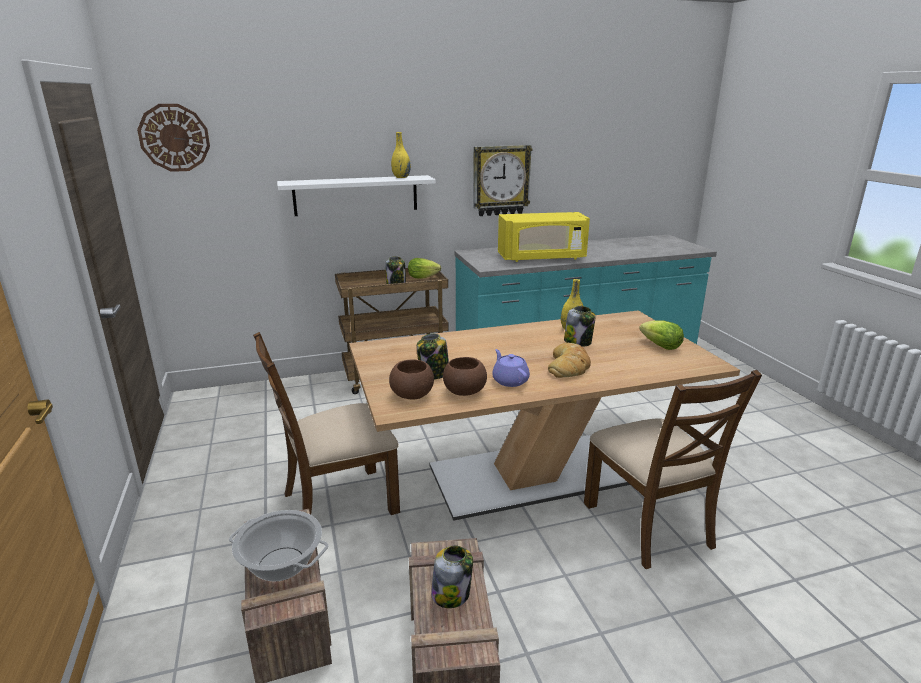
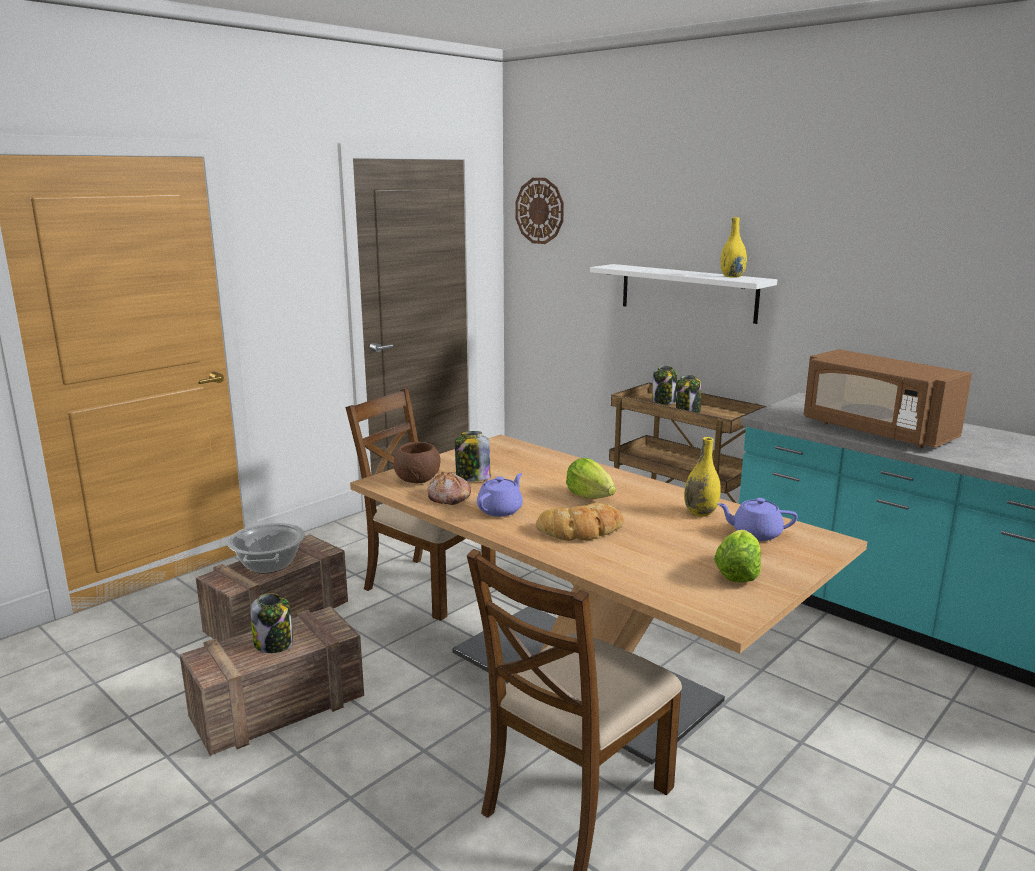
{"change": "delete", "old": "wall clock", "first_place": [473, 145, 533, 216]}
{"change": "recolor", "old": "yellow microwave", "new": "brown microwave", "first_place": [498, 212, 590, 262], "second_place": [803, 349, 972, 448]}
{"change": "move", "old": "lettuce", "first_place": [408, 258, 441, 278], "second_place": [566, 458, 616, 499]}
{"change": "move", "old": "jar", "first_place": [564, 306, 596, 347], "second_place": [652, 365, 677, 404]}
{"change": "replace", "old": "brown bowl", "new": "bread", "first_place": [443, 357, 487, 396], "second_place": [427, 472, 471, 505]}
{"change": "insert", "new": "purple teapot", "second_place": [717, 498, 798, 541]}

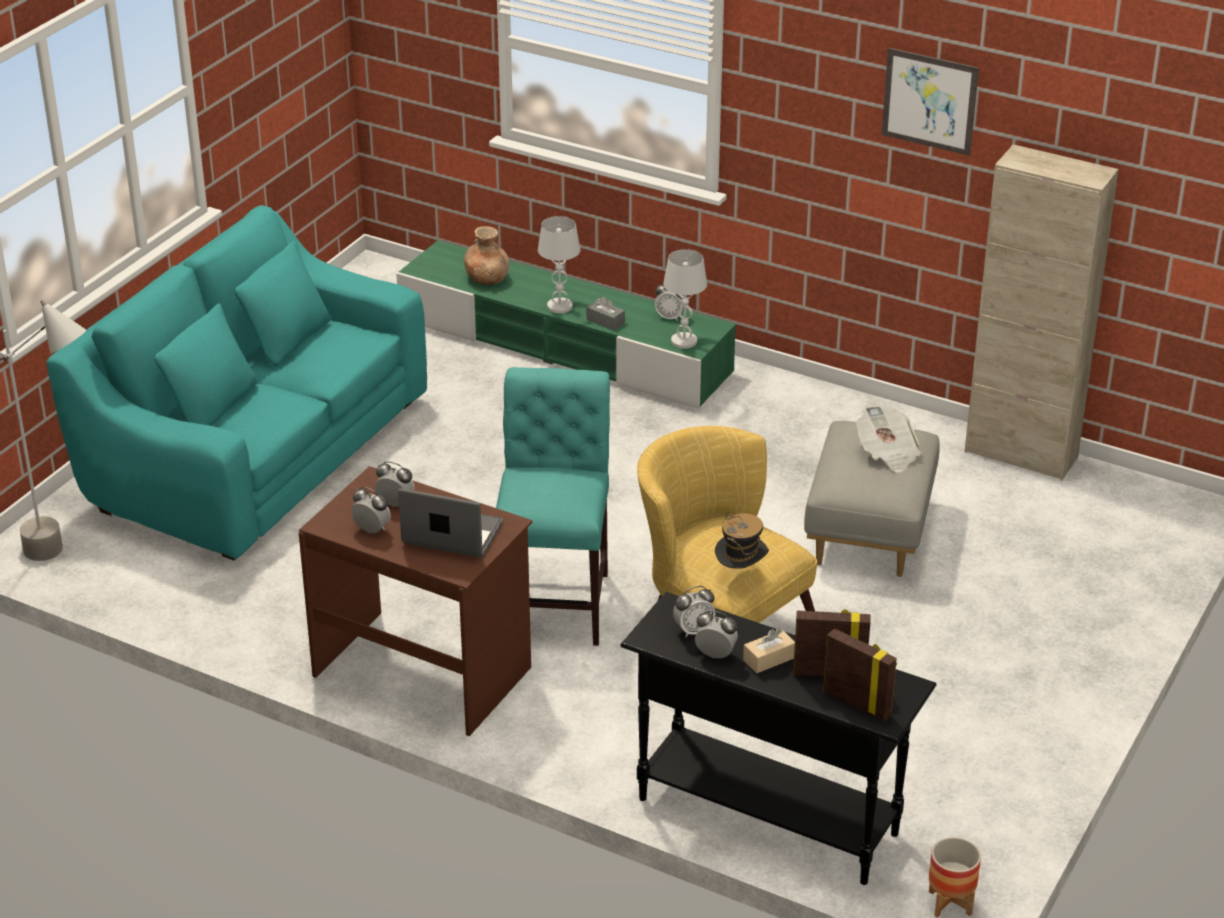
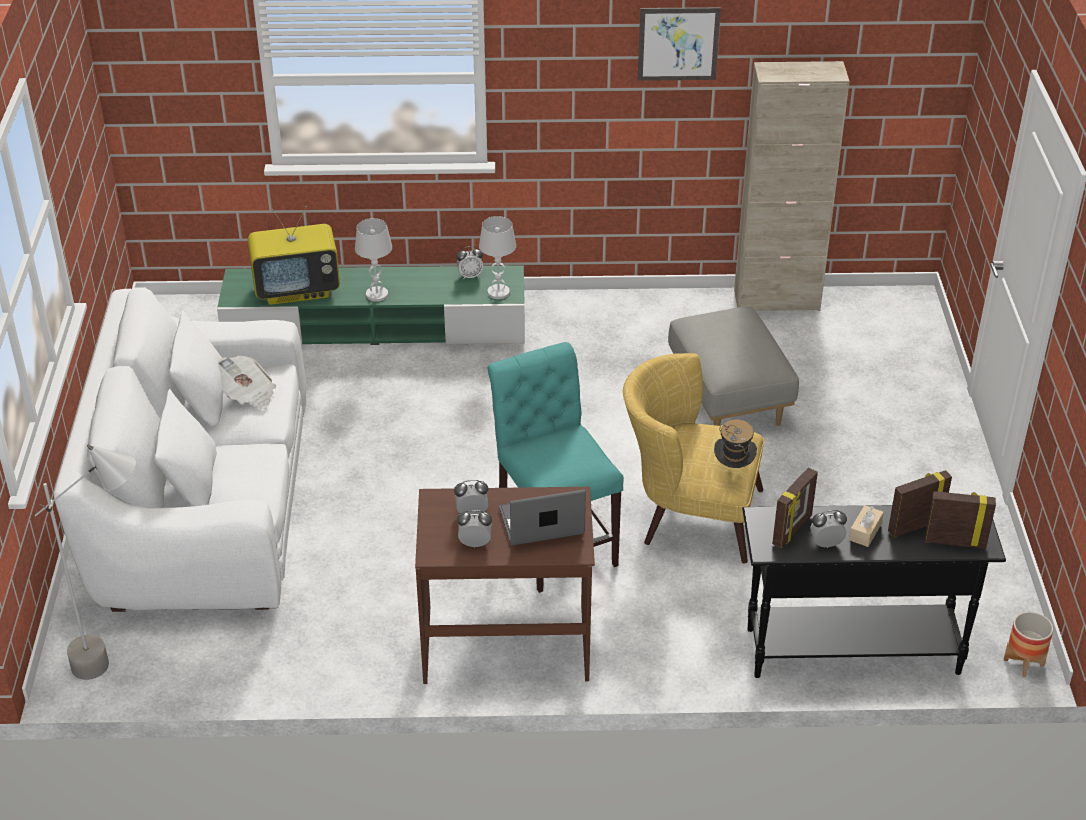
{"change": "recolor", "old": "turquoise sofa", "new": "white sofa", "first_place": [46, 205, 427, 560], "second_place": [54, 287, 306, 612]}
{"change": "replace", "old": "brown vase", "new": "television", "first_place": [464, 226, 509, 285], "second_place": [248, 206, 340, 305]}
{"change": "delete", "old": "grey tissue box", "first_place": [586, 296, 625, 331]}
{"change": "move", "old": "newspaper", "first_place": [856, 405, 922, 473], "second_place": [218, 356, 277, 409]}
{"change": "replace", "old": "alarm clock", "new": "picture frame", "first_place": [673, 586, 715, 637], "second_place": [772, 467, 818, 548]}

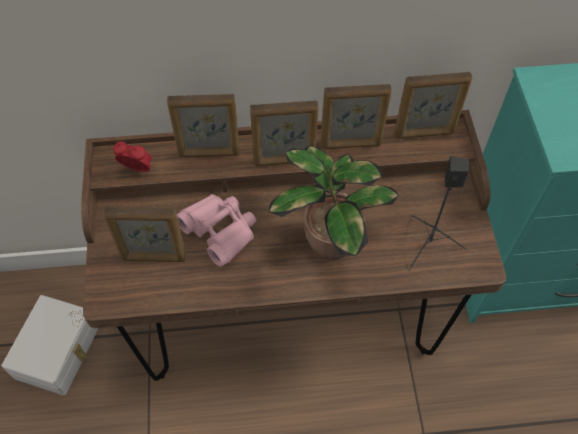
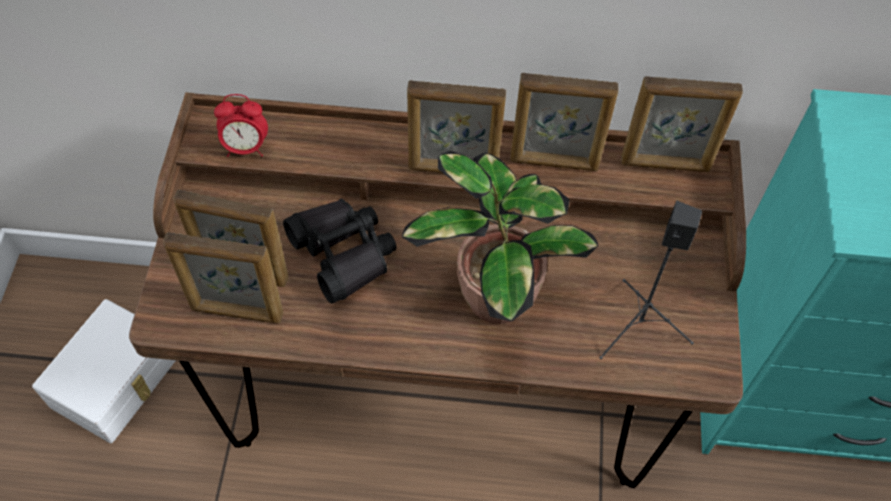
{"change": "move", "old": "picture frame", "first_place": [167, 94, 239, 157], "second_place": [163, 232, 283, 323]}
{"change": "rotate", "old": "alarm clock", "first_place": [113, 142, 153, 173], "second_place": [214, 94, 268, 157], "degrees": 150}
{"change": "recolor", "old": "pink binoculars", "new": "black binoculars", "first_place": [177, 194, 256, 267], "second_place": [283, 199, 397, 303]}

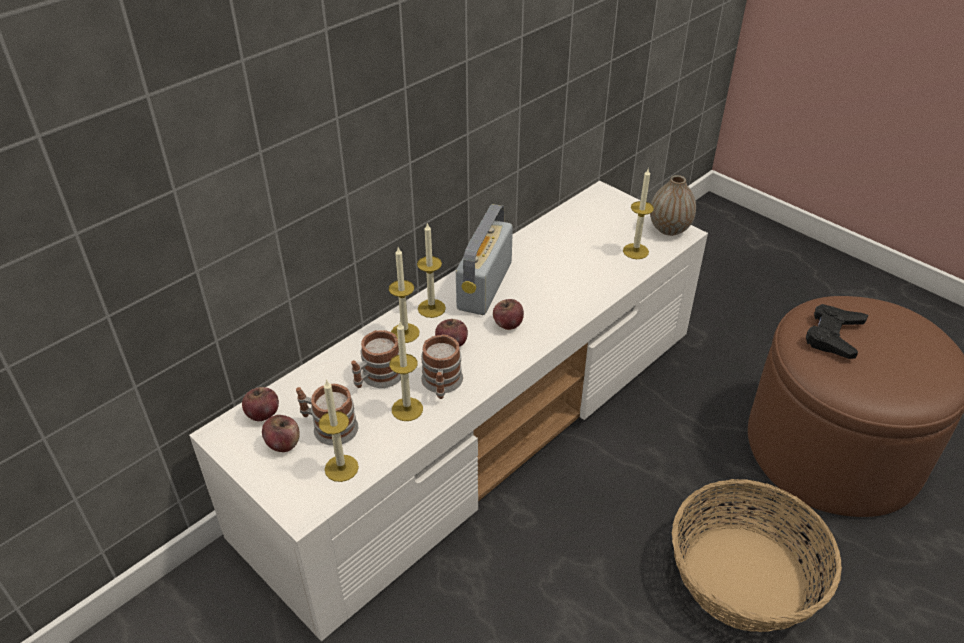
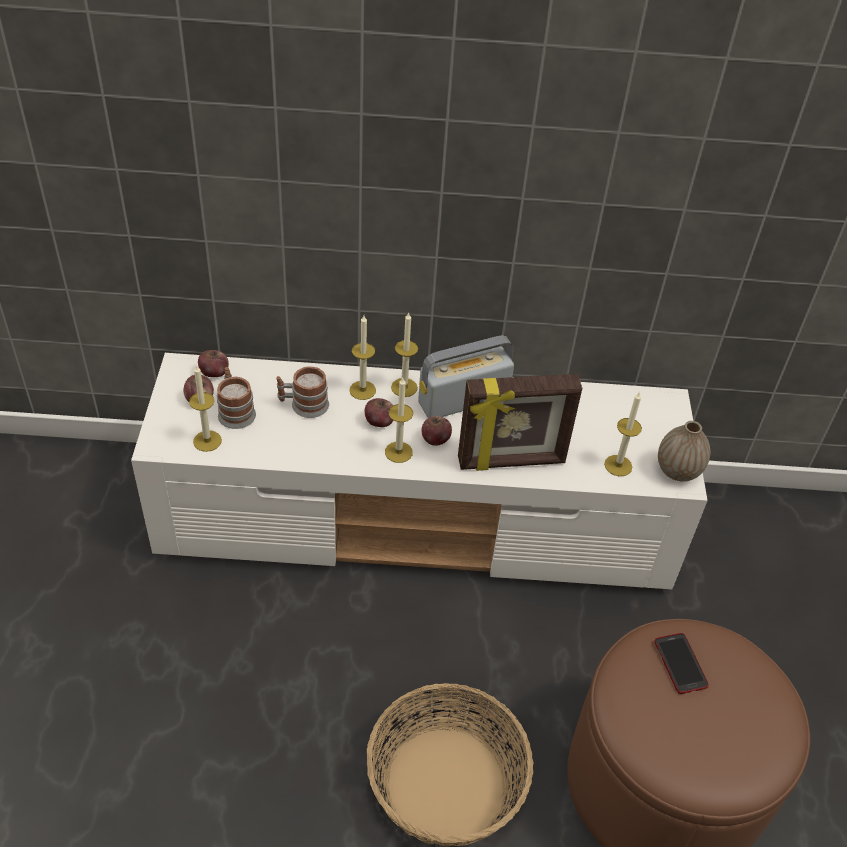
{"change": "replace", "old": "black game controller", "new": "phone", "first_place": [806, 304, 868, 359], "second_place": [654, 633, 709, 694]}
{"change": "move", "old": "candle", "first_place": [390, 322, 423, 421], "second_place": [385, 378, 413, 463]}
{"change": "delete", "old": "mug", "first_place": [421, 334, 463, 399]}
{"change": "insert", "new": "picture frame", "second_place": [458, 374, 582, 471]}

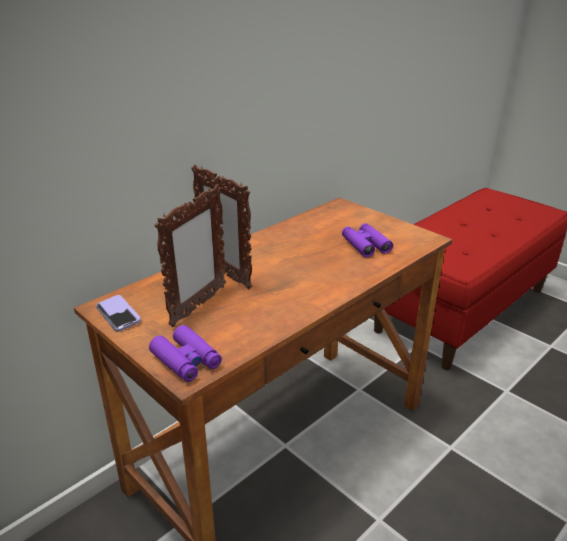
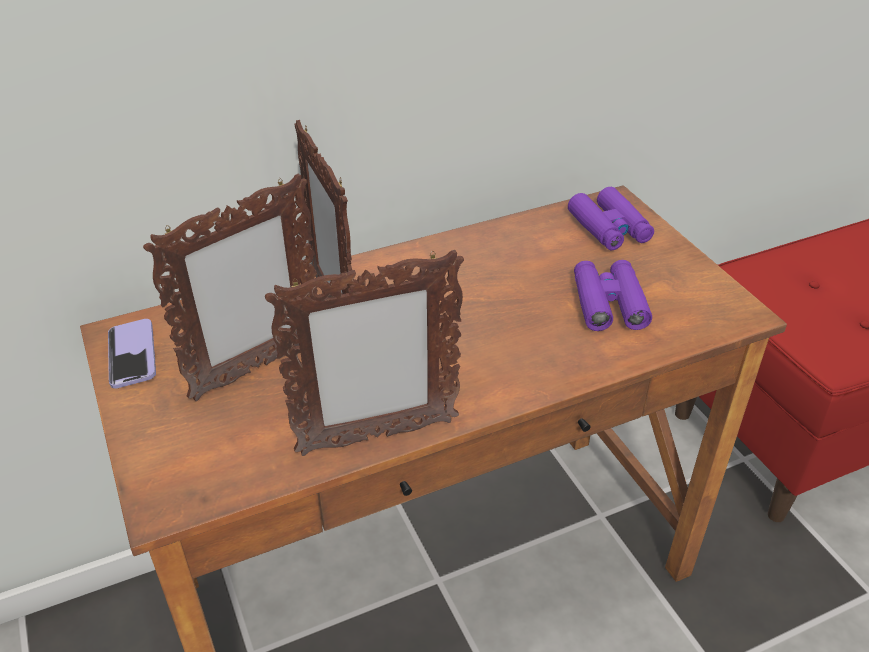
{"change": "move", "old": "purple binoculars", "first_place": [149, 325, 222, 382], "second_place": [568, 187, 654, 250]}
{"change": "insert", "new": "picture frame", "second_place": [265, 250, 464, 456]}

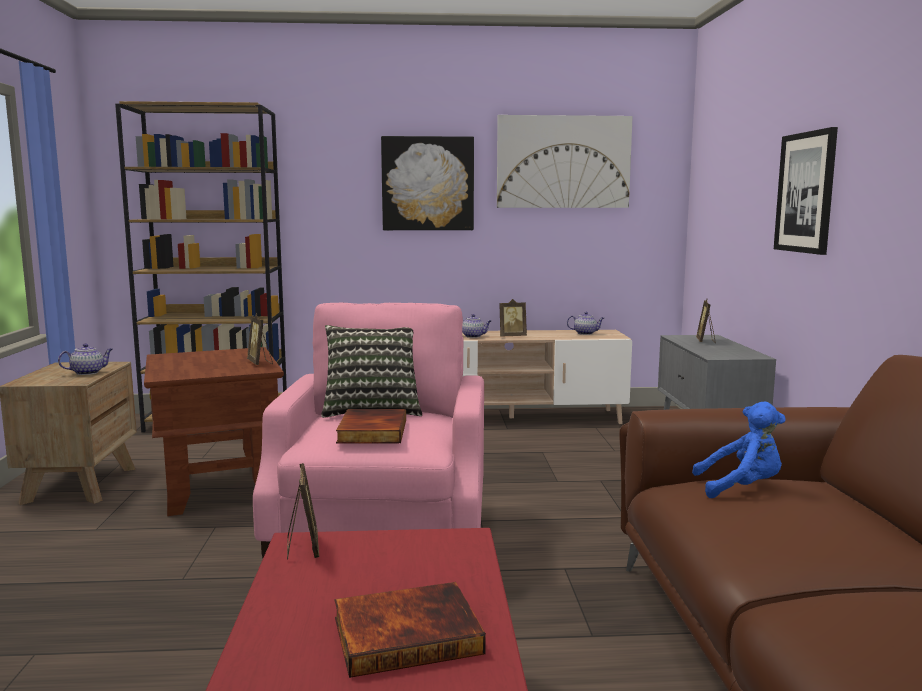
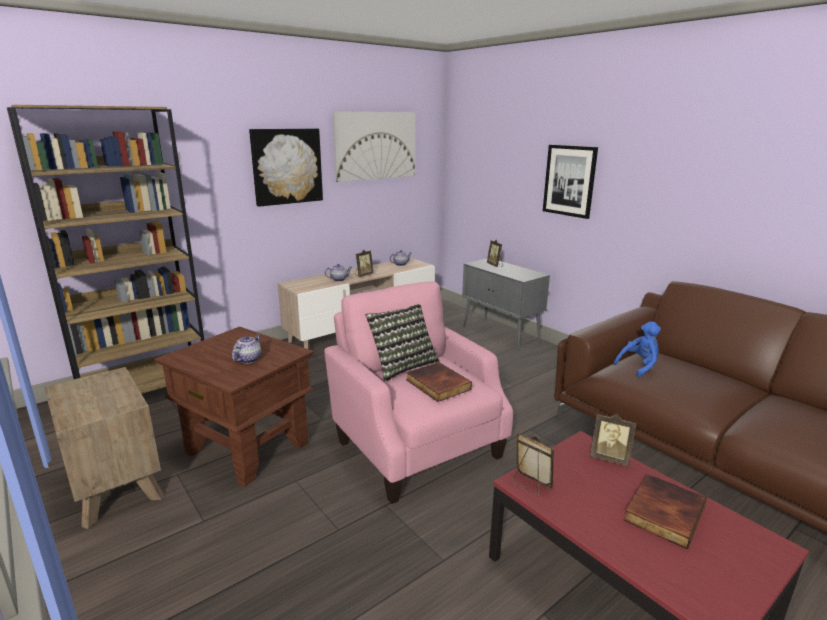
{"change": "move", "old": "picture frame", "first_place": [247, 313, 273, 365], "second_place": [590, 414, 637, 467]}
{"change": "move", "old": "teapot", "first_place": [58, 343, 113, 375], "second_place": [232, 334, 261, 364]}

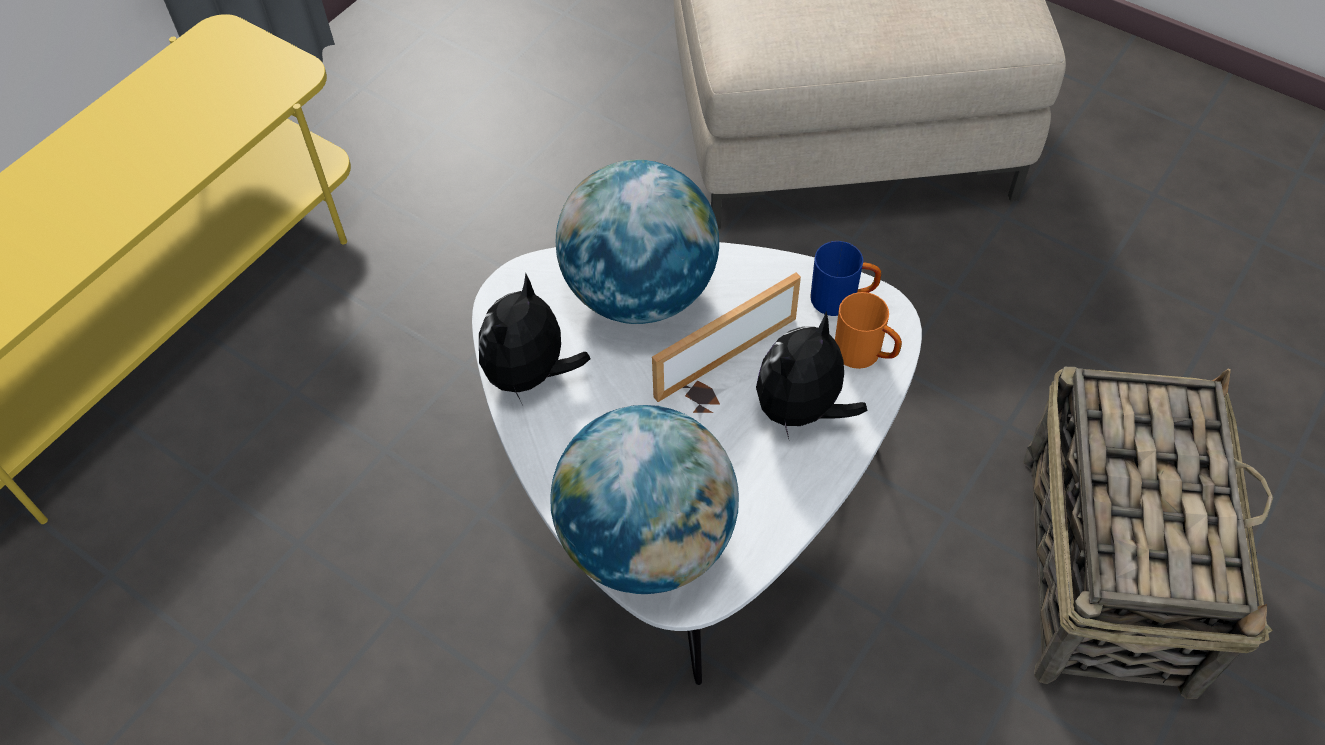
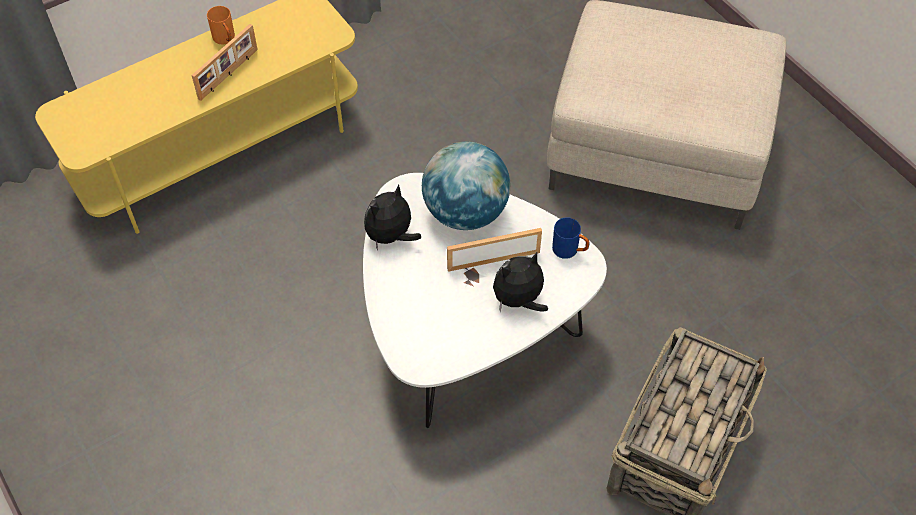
{"change": "move", "old": "orange mug", "first_place": [835, 292, 902, 369], "second_place": [207, 6, 235, 44]}
{"change": "delete", "old": "globe", "first_place": [550, 405, 739, 594]}
{"change": "insert", "new": "picture frame", "second_place": [192, 24, 258, 101]}

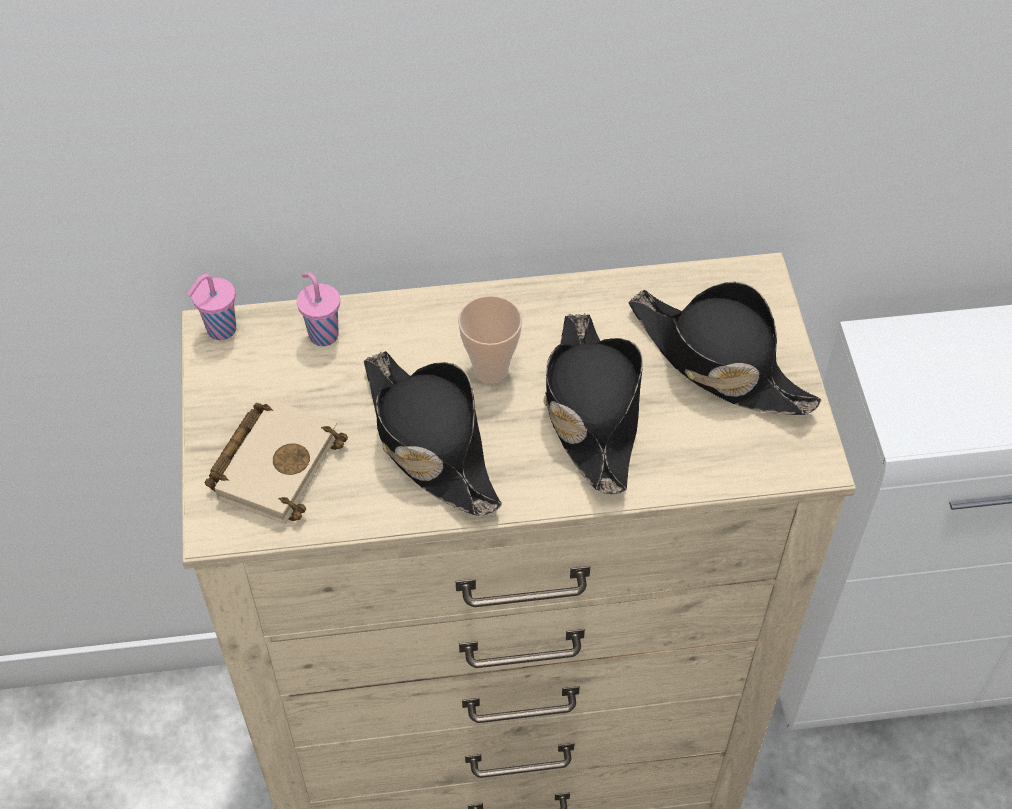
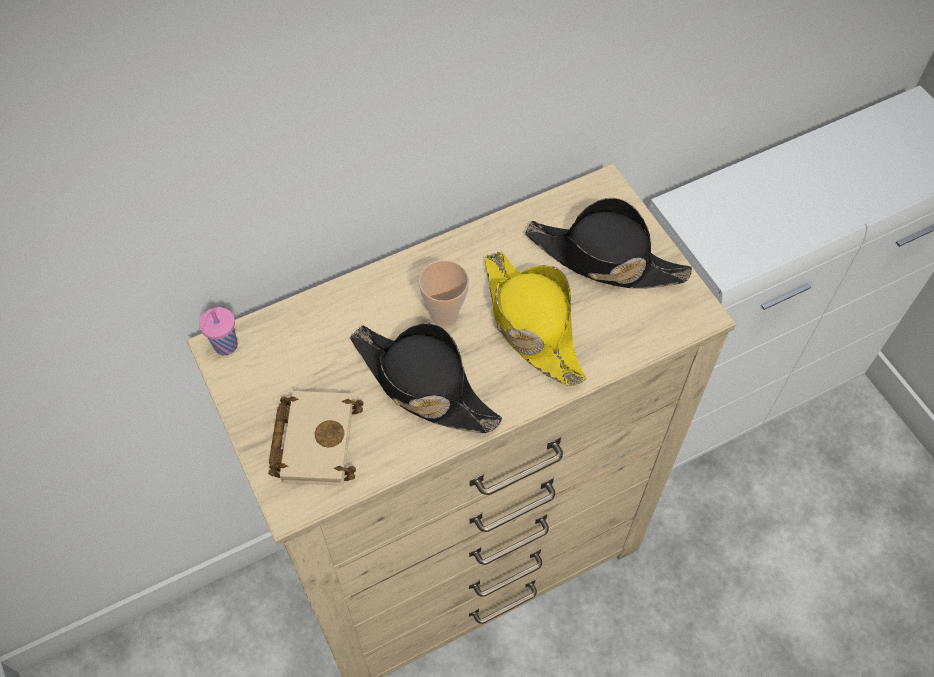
{"change": "delete", "old": "pink cup", "first_place": [297, 273, 340, 346]}
{"change": "recolor", "old": "black hat", "new": "yellow hat", "first_place": [544, 313, 643, 494], "second_place": [485, 252, 587, 386]}

